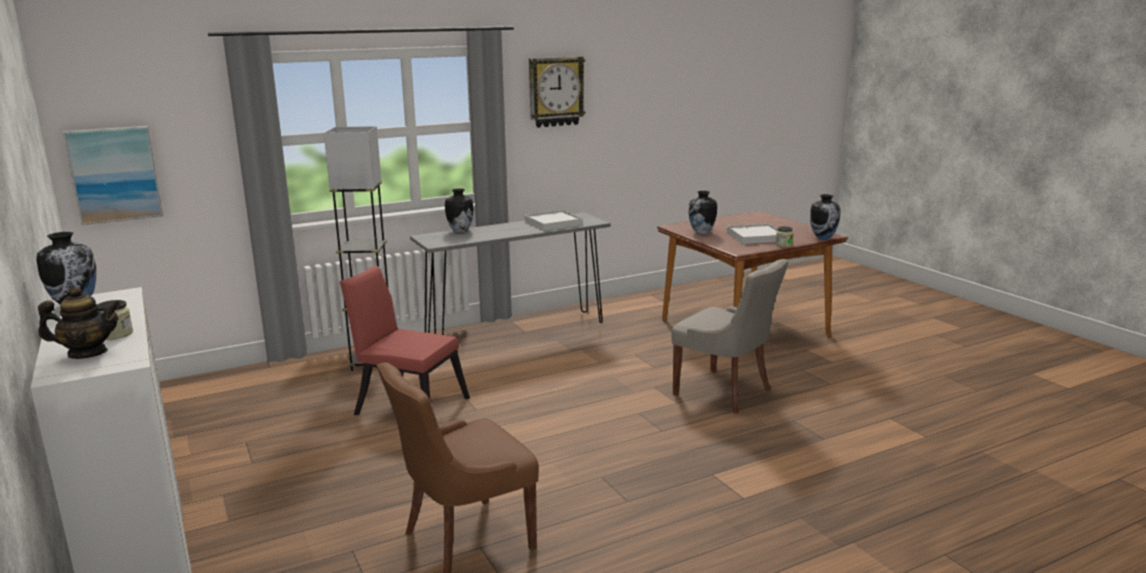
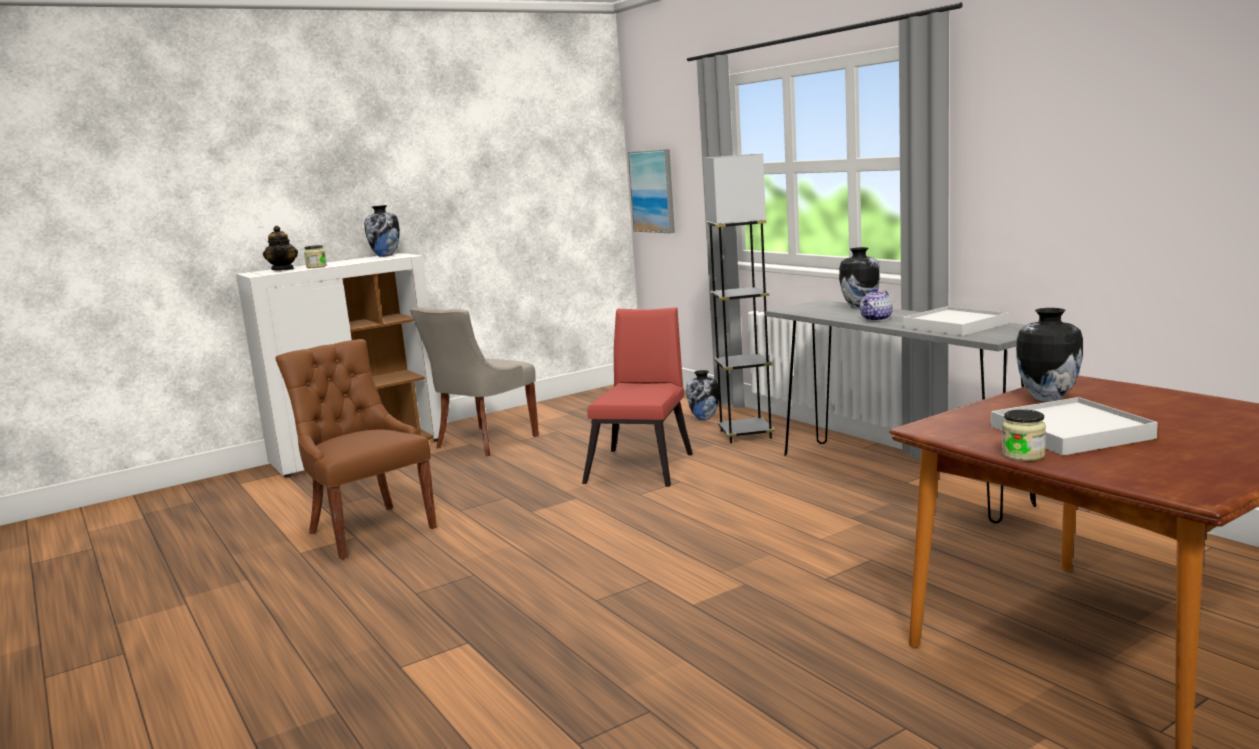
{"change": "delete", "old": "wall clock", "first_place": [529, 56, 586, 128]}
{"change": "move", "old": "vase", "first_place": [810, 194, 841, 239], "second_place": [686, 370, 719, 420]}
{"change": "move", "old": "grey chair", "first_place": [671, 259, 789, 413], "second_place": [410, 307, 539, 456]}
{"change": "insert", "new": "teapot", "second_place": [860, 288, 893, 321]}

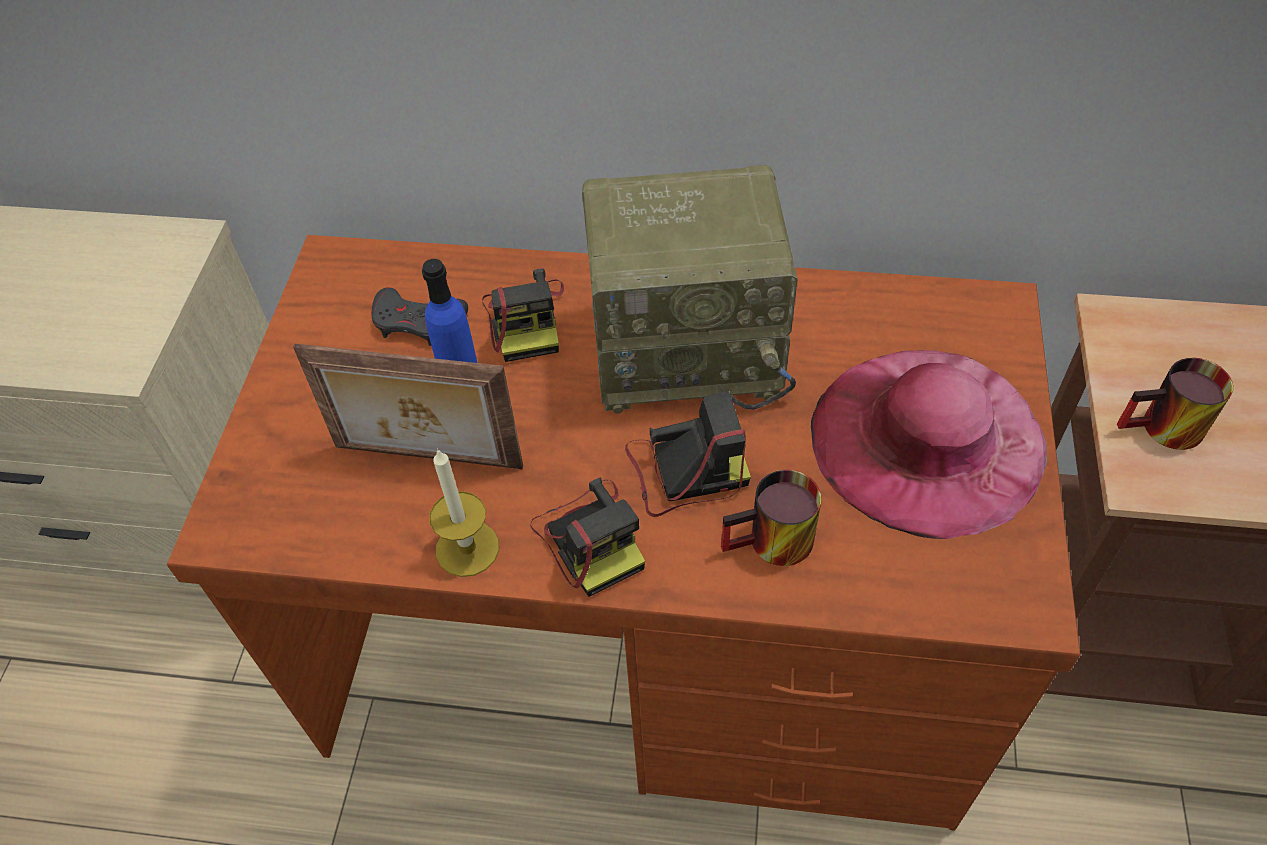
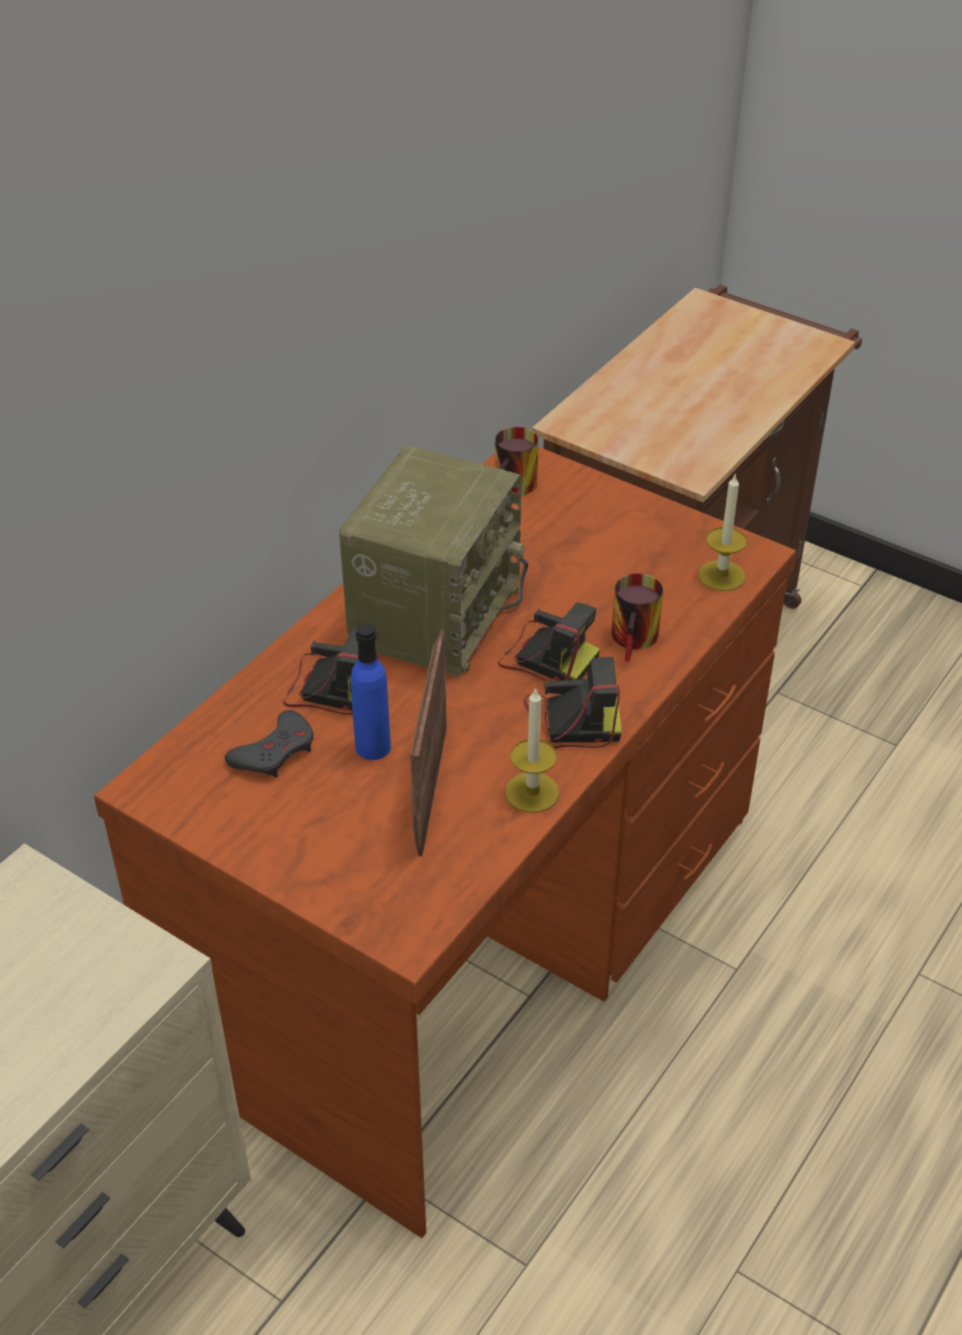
{"change": "rotate", "old": "picture frame", "first_place": [293, 344, 523, 469], "second_place": [410, 629, 447, 856], "degrees": 150}
{"change": "delete", "old": "pink hat", "first_place": [811, 350, 1047, 539]}
{"change": "move", "old": "mug", "first_place": [1117, 358, 1233, 450], "second_place": [495, 427, 539, 495]}
{"change": "rotate", "old": "photo camera", "first_place": [625, 391, 751, 517], "second_place": [498, 602, 600, 682], "degrees": 105}
{"change": "insert", "new": "candle", "second_place": [698, 473, 747, 591]}

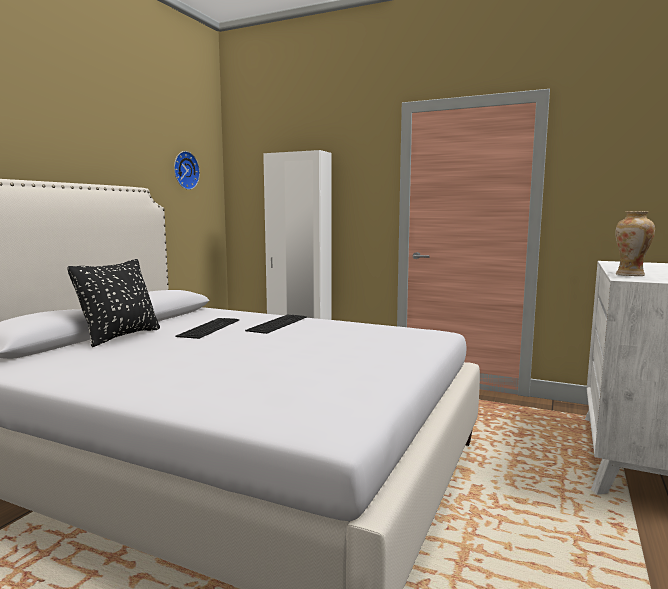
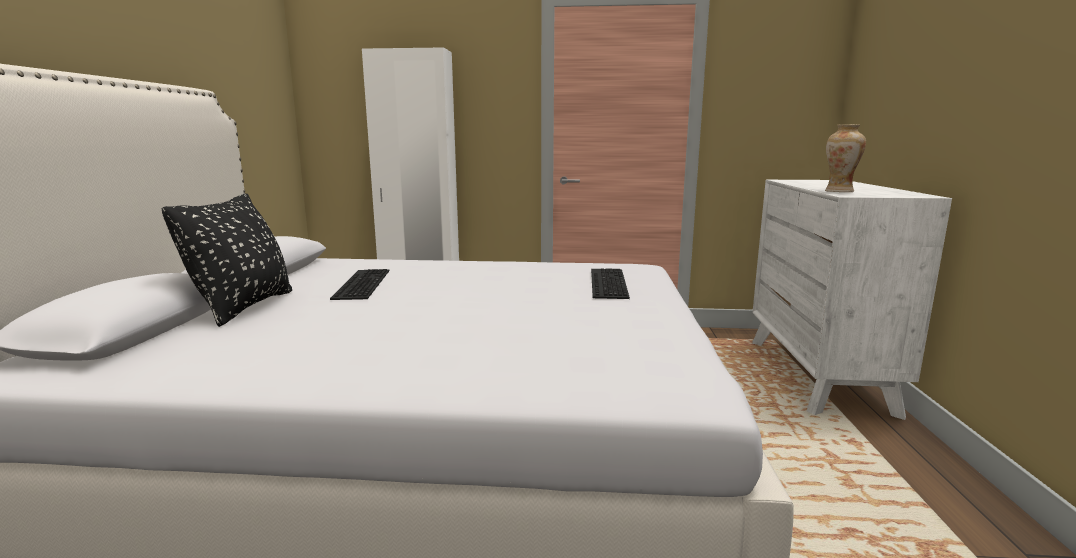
{"change": "delete", "old": "wall clock", "first_place": [174, 151, 200, 190]}
{"change": "move", "old": "keyboard", "first_place": [245, 315, 307, 334], "second_place": [591, 268, 630, 299]}

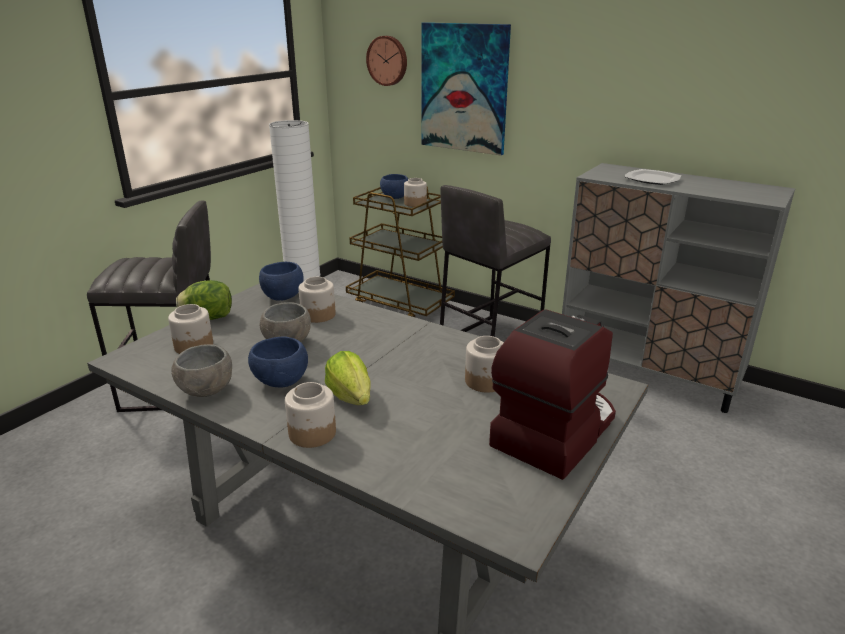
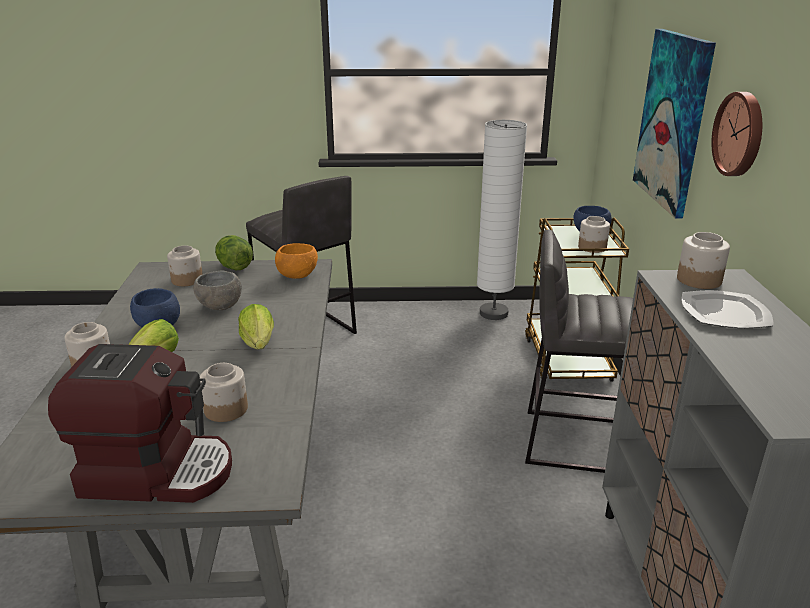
{"change": "move", "old": "wall clock", "first_place": [366, 36, 407, 86], "second_place": [711, 92, 762, 176]}
{"change": "recolor", "old": "blue bowl", "new": "orange bowl", "first_place": [259, 262, 304, 301], "second_place": [275, 243, 318, 279]}
{"change": "move", "old": "jar", "first_place": [298, 277, 336, 323], "second_place": [677, 232, 730, 289]}
{"change": "delete", "old": "grey bowl", "first_place": [171, 344, 232, 397]}
{"change": "insert", "new": "lettuce", "second_place": [238, 304, 274, 349]}

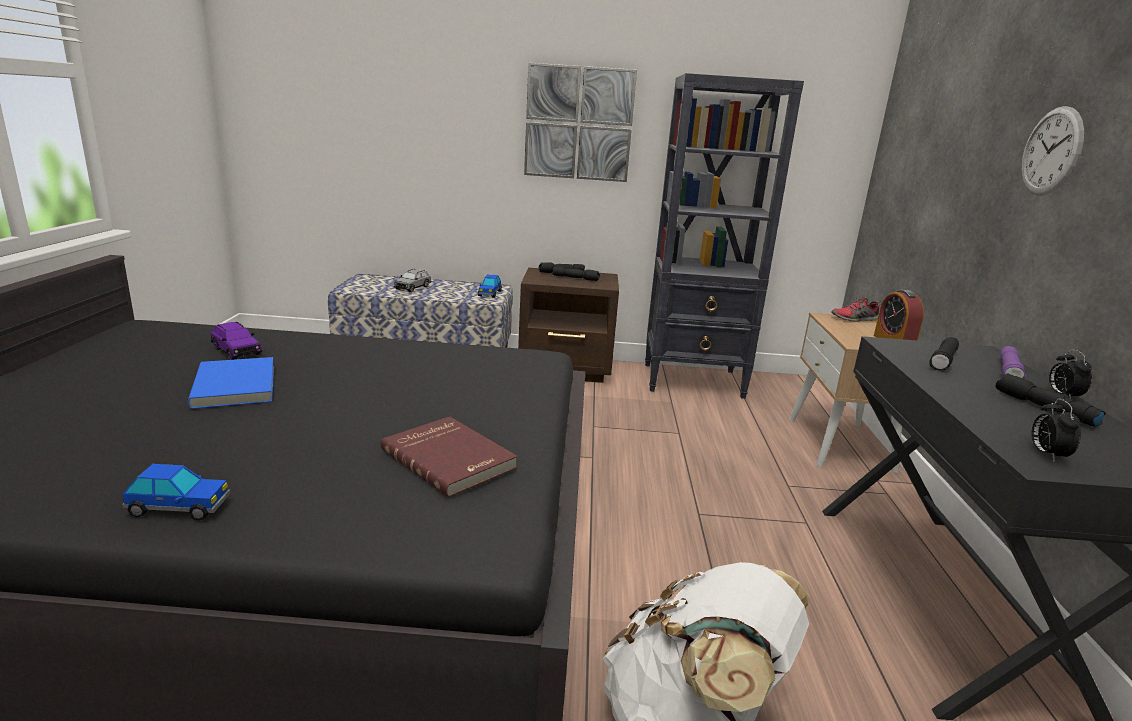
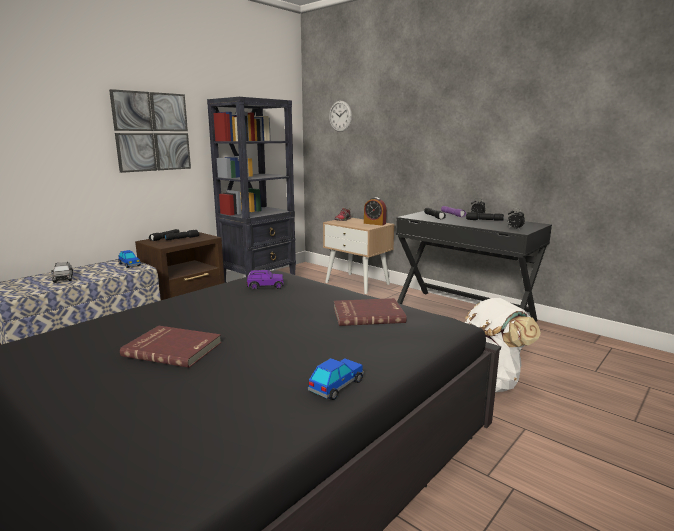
{"change": "move", "old": "wall clock", "first_place": [1022, 106, 1084, 195], "second_place": [329, 101, 352, 132]}
{"change": "move", "old": "purple toy car", "first_place": [211, 322, 262, 360], "second_place": [246, 269, 284, 290]}
{"change": "recolor", "old": "blue book", "new": "red book", "first_place": [188, 357, 274, 409], "second_place": [120, 326, 221, 368]}

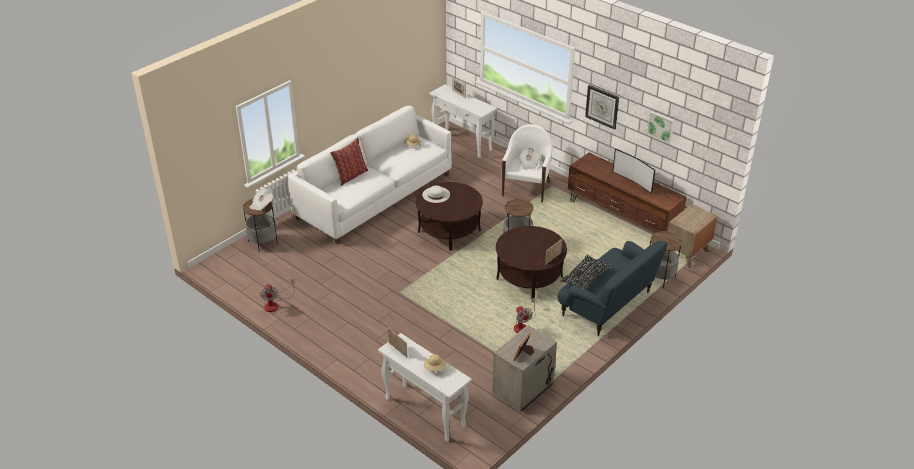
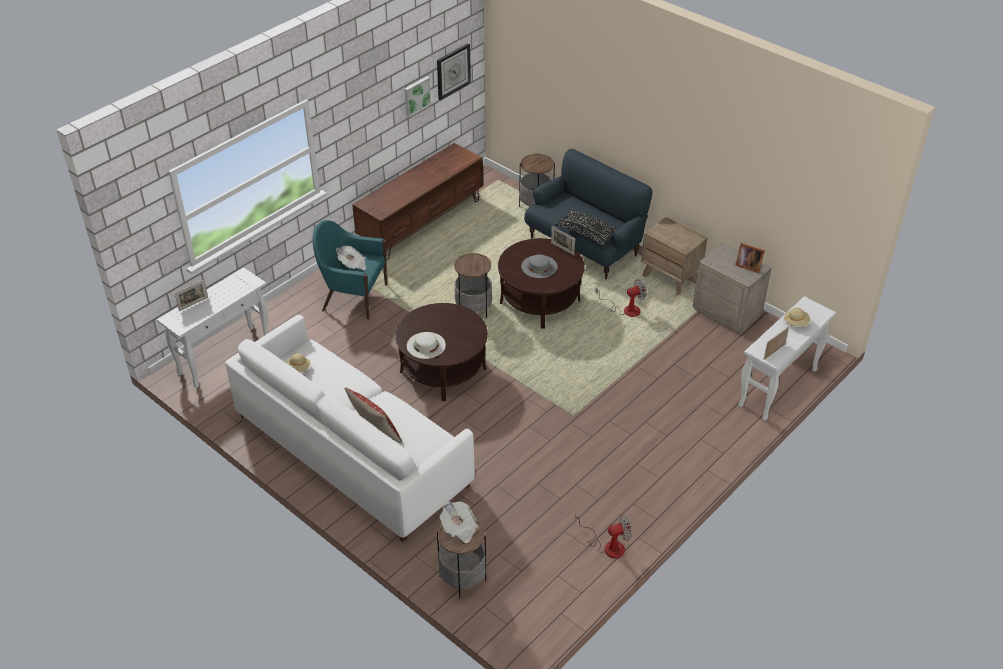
{"change": "move", "old": "wall clock", "first_place": [585, 85, 619, 130], "second_place": [437, 43, 471, 100]}
{"change": "recolor", "old": "white armchair", "new": "turquoise armchair", "first_place": [502, 124, 553, 203], "second_place": [312, 220, 387, 320]}
{"change": "delete", "old": "television", "first_place": [613, 149, 655, 194]}
{"change": "move", "old": "brown nightstand", "first_place": [668, 204, 718, 268], "second_place": [641, 217, 708, 295]}
{"change": "insert", "new": "grey hat", "second_place": [521, 254, 558, 278]}

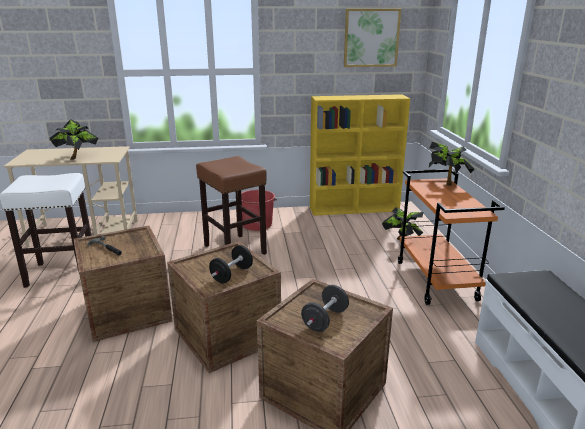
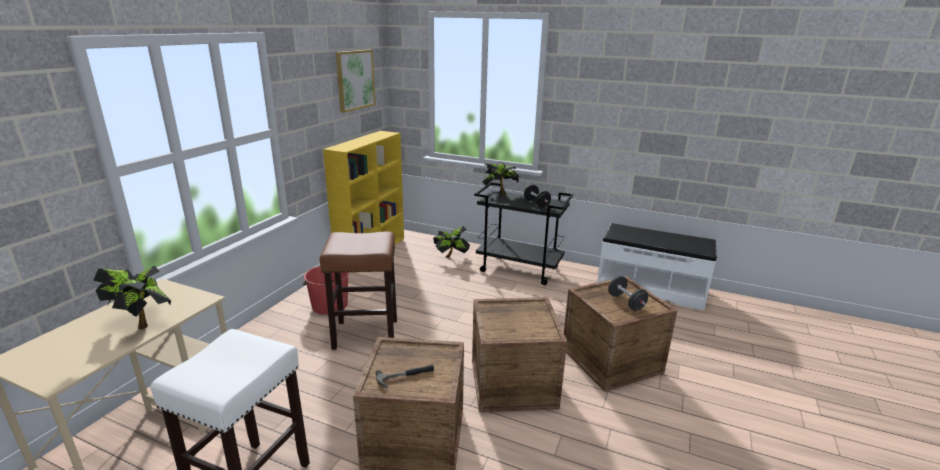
{"change": "recolor", "old": "orange cart", "new": "black cart", "first_place": [398, 169, 505, 305], "second_place": [474, 182, 573, 285]}
{"change": "move", "old": "black dumbbell", "first_place": [209, 245, 253, 283], "second_place": [524, 185, 551, 208]}

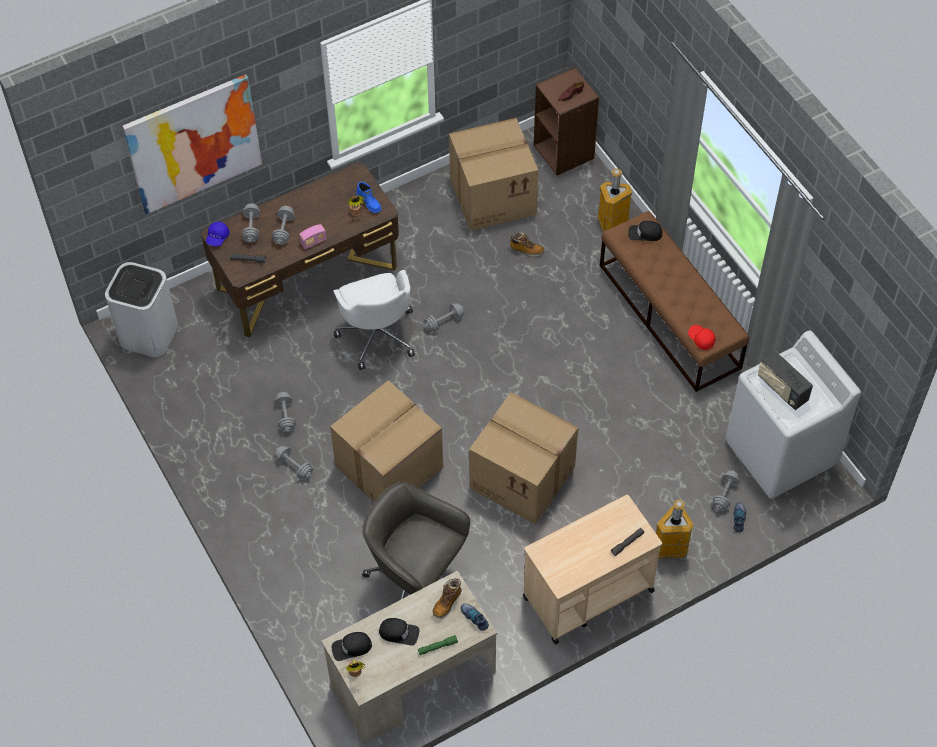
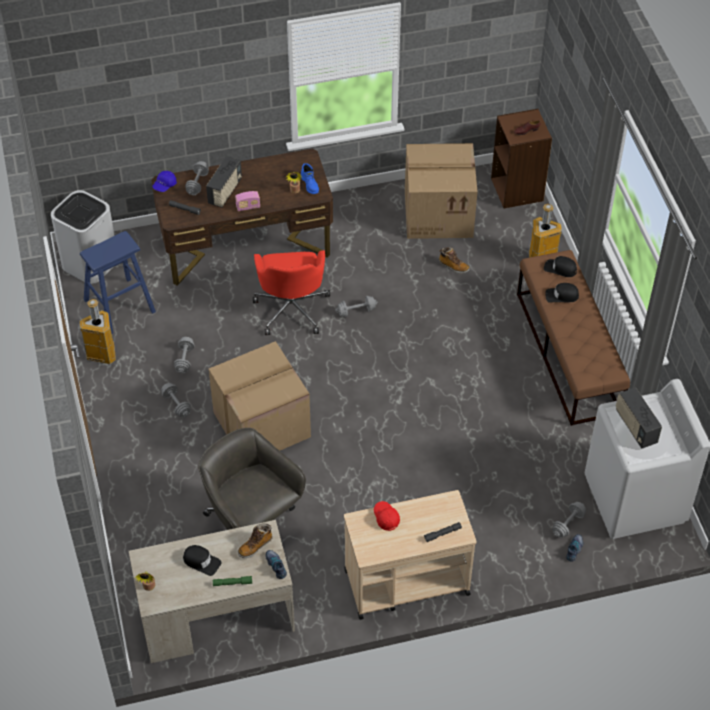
{"change": "delete", "old": "picture", "first_place": [122, 74, 262, 214]}
{"change": "replace", "old": "grey dumbbell", "new": "radio", "first_place": [272, 206, 295, 245], "second_place": [206, 156, 242, 208]}
{"change": "recolor", "old": "white office chair", "new": "red office chair", "first_place": [333, 270, 415, 370], "second_place": [253, 250, 330, 335]}
{"change": "move", "old": "red cap", "first_place": [688, 325, 715, 350], "second_place": [374, 501, 400, 531]}
{"change": "delete", "old": "cardboard box", "first_place": [469, 392, 579, 524]}
{"change": "move", "old": "trash can", "first_place": [656, 499, 694, 559], "second_place": [80, 299, 116, 364]}
{"change": "move", "old": "black cap", "first_place": [332, 632, 372, 661], "second_place": [545, 283, 579, 303]}
{"change": "insert", "new": "blue stool", "second_place": [80, 231, 156, 334]}

